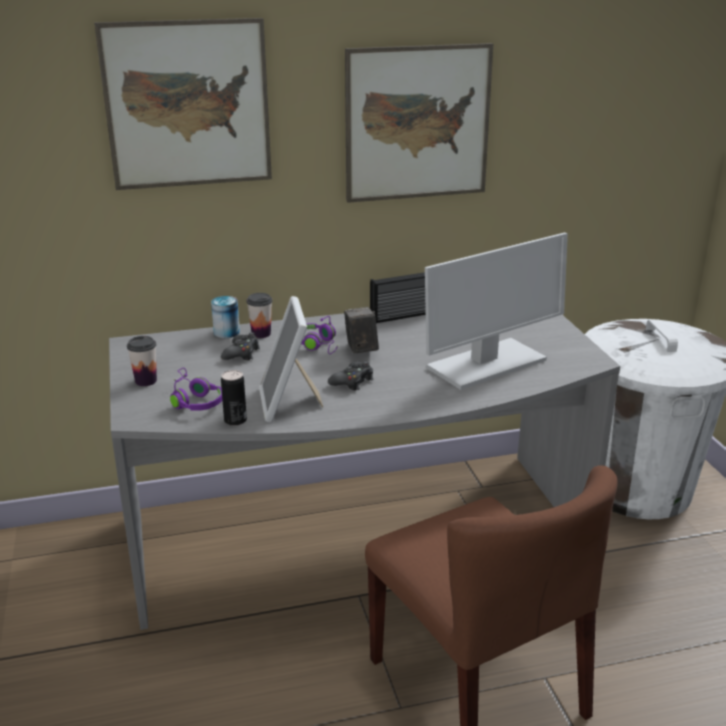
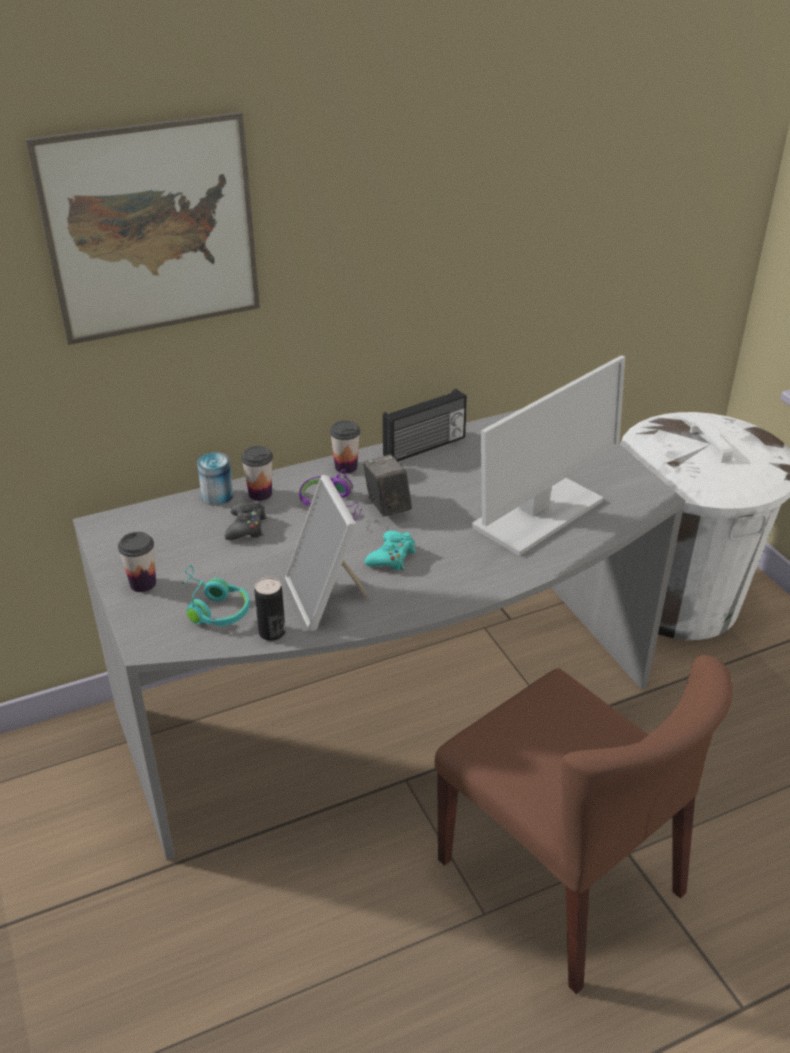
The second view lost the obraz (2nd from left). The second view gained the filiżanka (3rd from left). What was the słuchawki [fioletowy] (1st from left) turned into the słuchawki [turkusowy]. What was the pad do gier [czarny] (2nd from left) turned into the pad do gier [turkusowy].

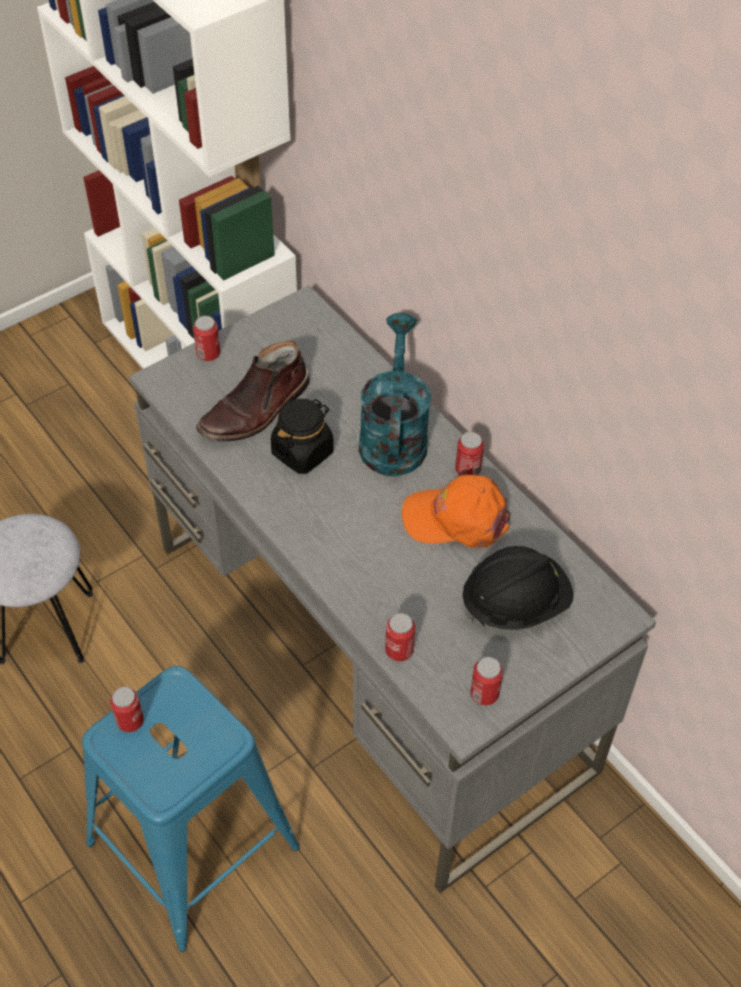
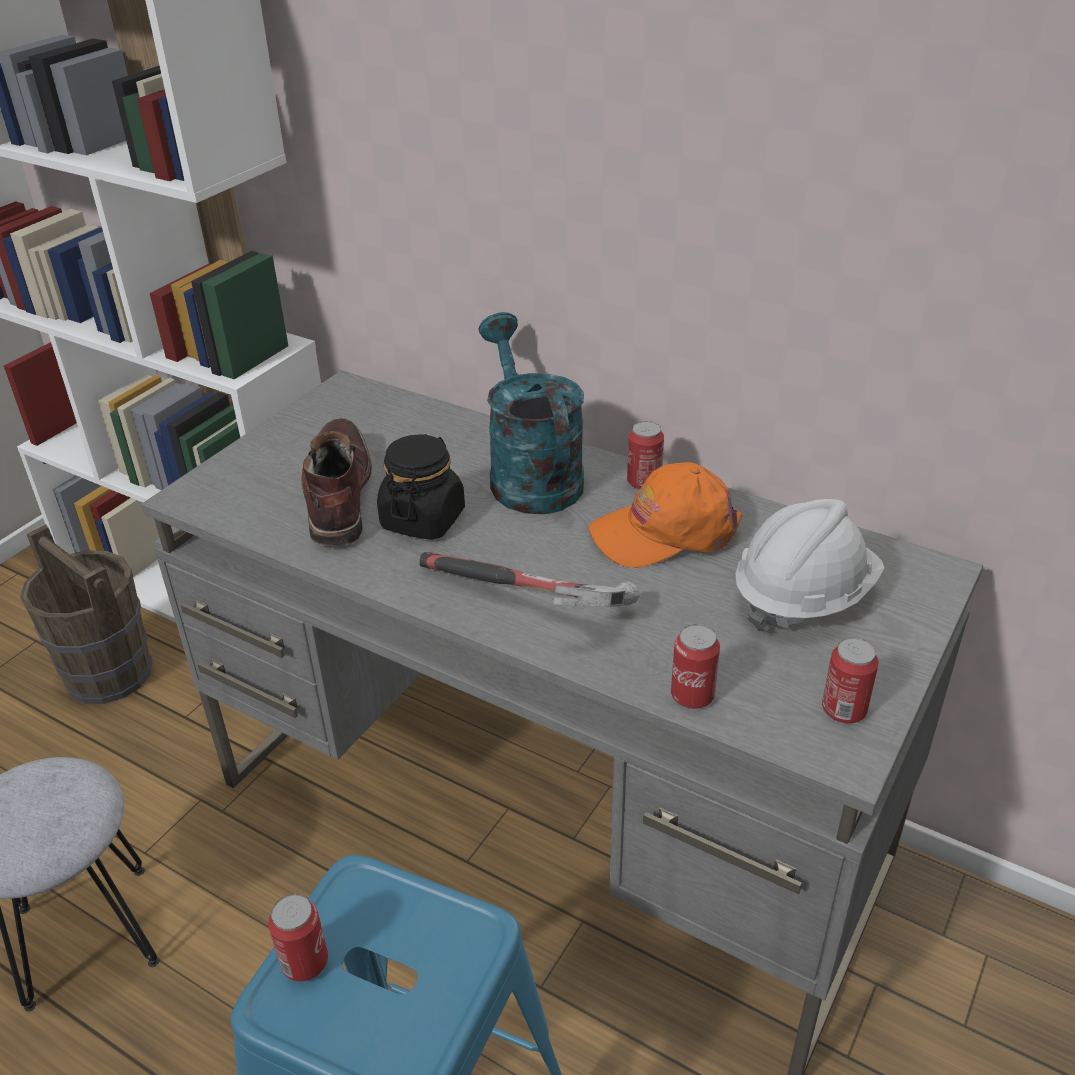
The second view lost the puszka (2nd from left). The second view gained the wiadro [brązowy]. The second view gained the młotek. What was the kask [czarny] turned into the kask [biały]. The but z cholewką [brązowy] ended up facing another way, 150 degrees clockwise from before.

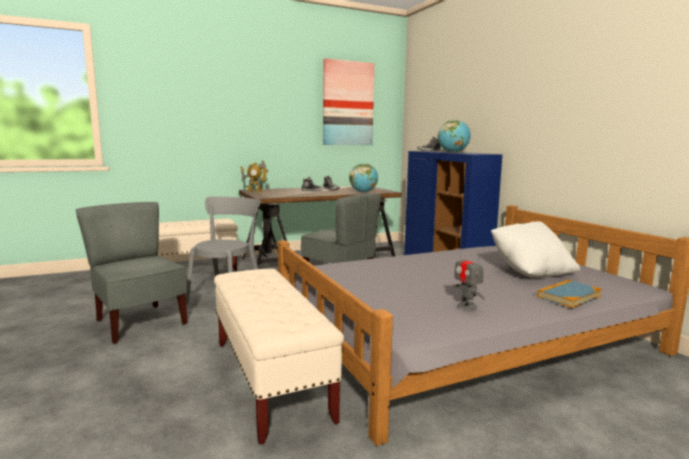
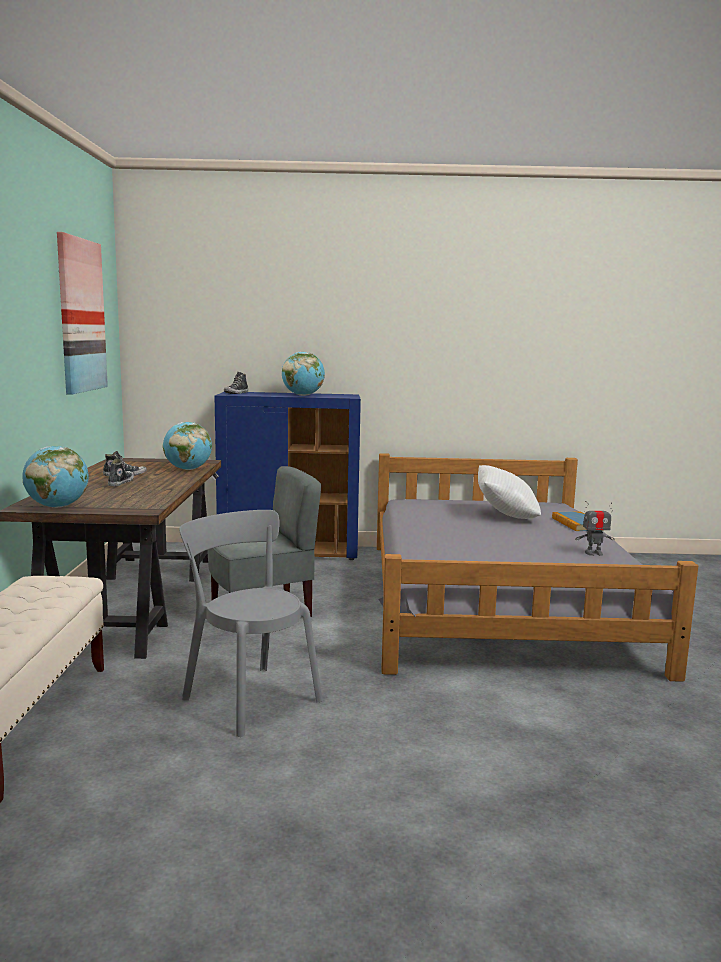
The second view lost the krzesło [szary] (1st from left). The second view lost the ławka [beżowy] (2nd from left). Where the robot zabawkowy (1st from left) stood, the globus (1st from left) came to stand.

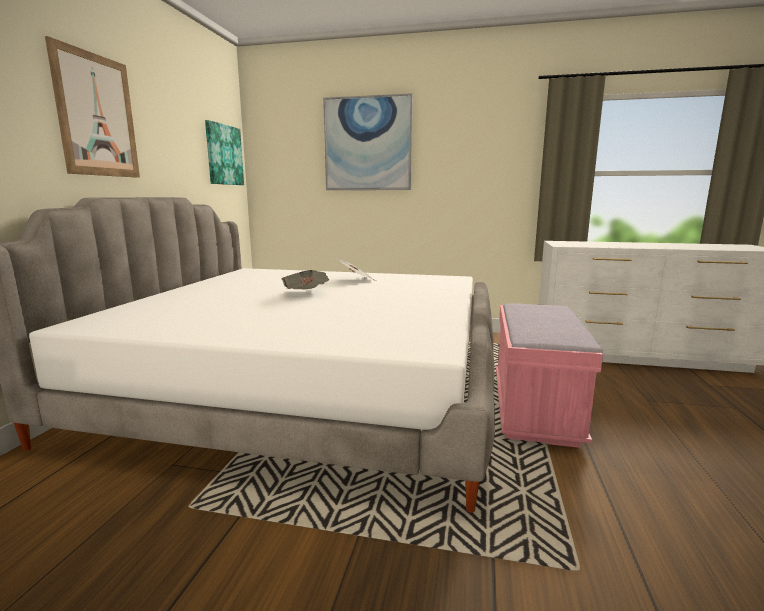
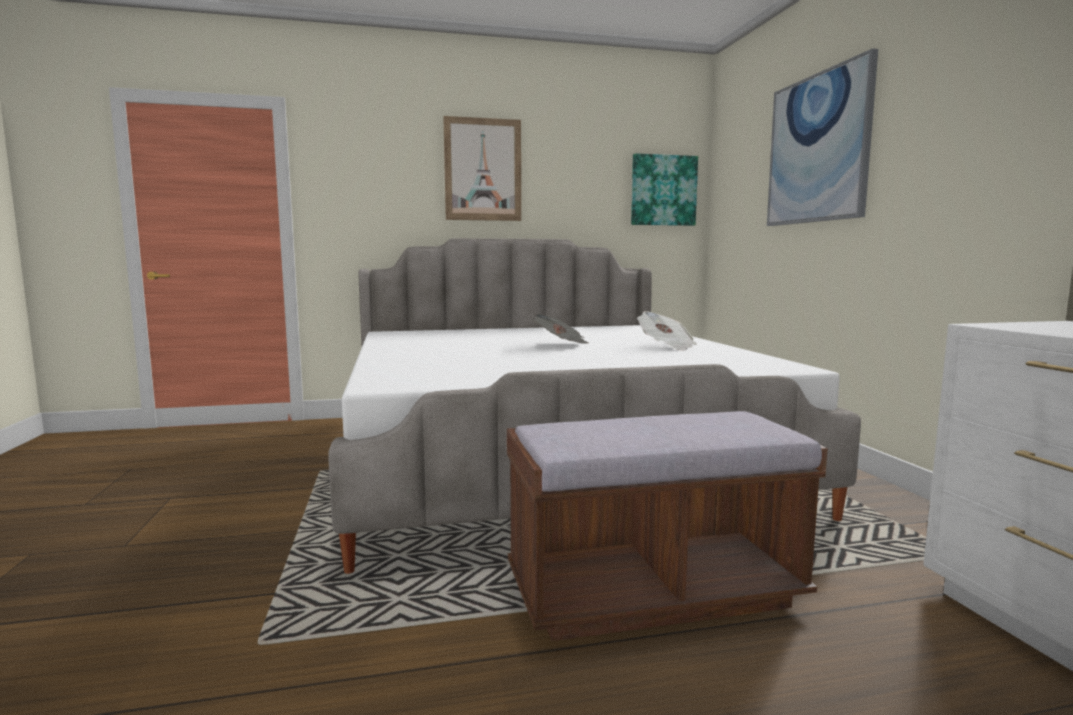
What was the ławka [różowy] turned into the ławka [brązowy].

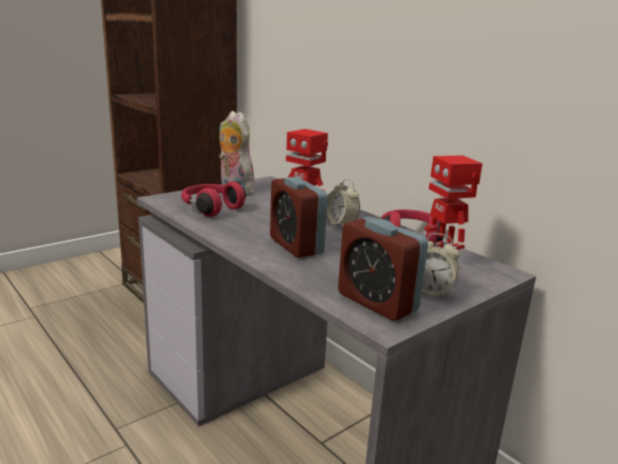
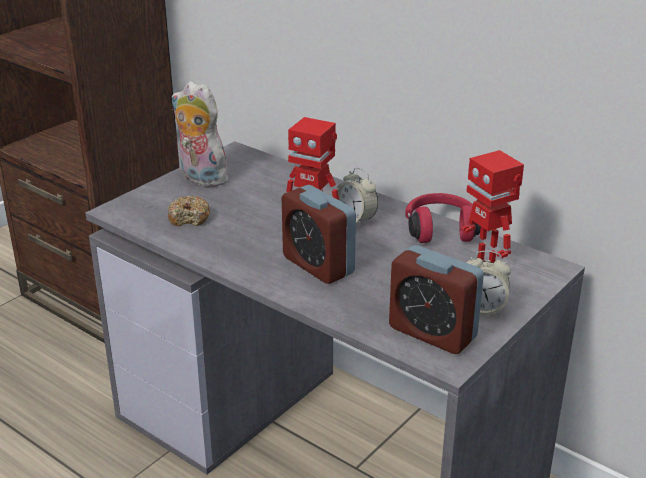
Where the słuchawki [czerwony] (1st from left) stood, the donut came to stand.

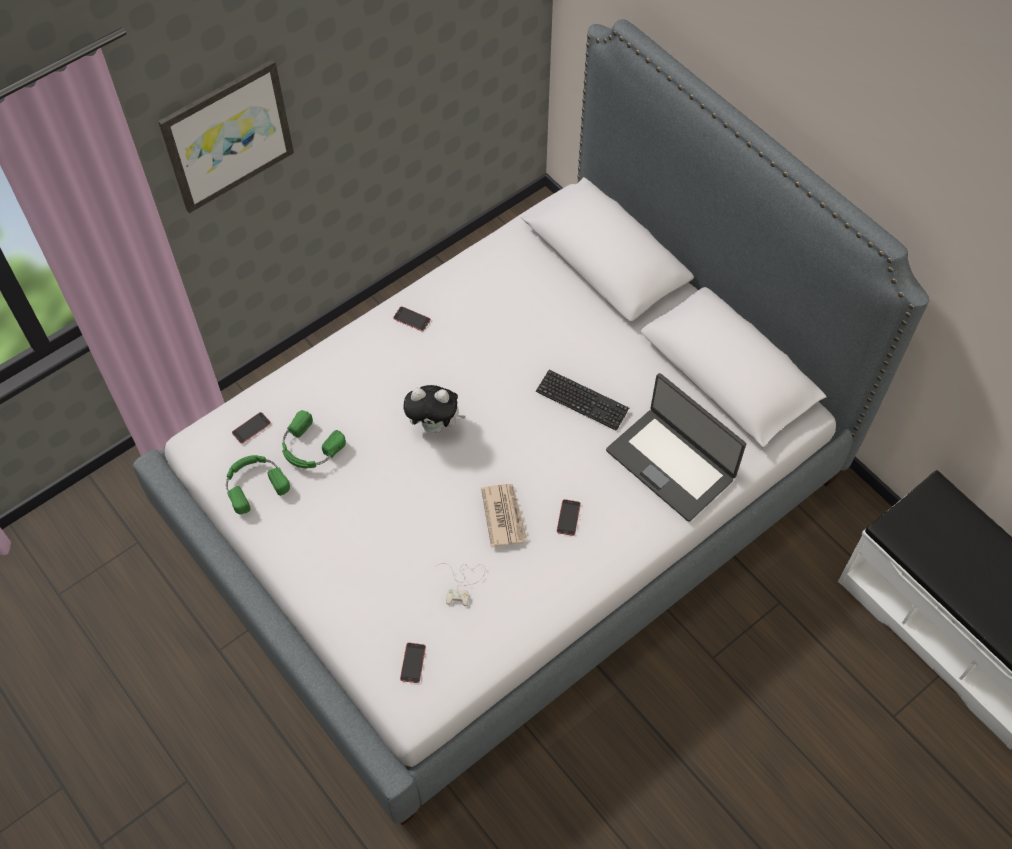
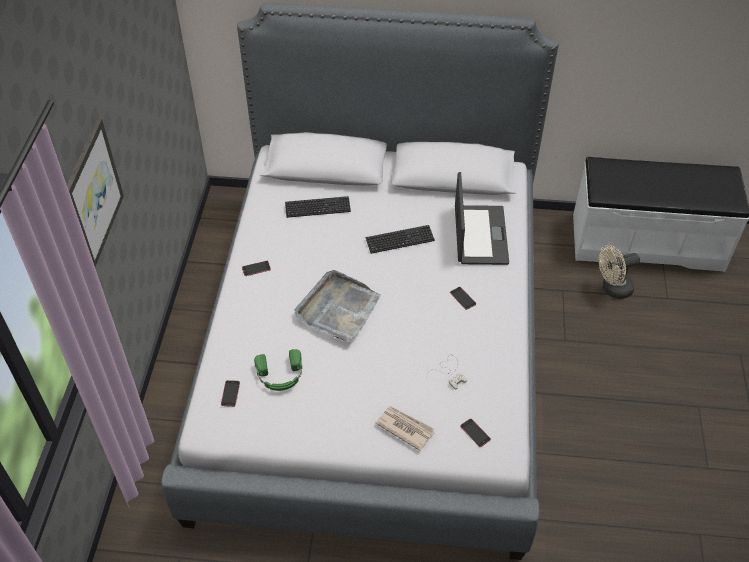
The second view lost the słuchawki [zielony] (1st from left). The second view gained the klawiatura (1st from left). The second view gained the wentylator [beżowy]. The gazeta ended up elsewhere. Where the pluszak stood, the taca [szary] came to stand. The laptop ended up facing another way, 90 degrees counterclockwise from before.

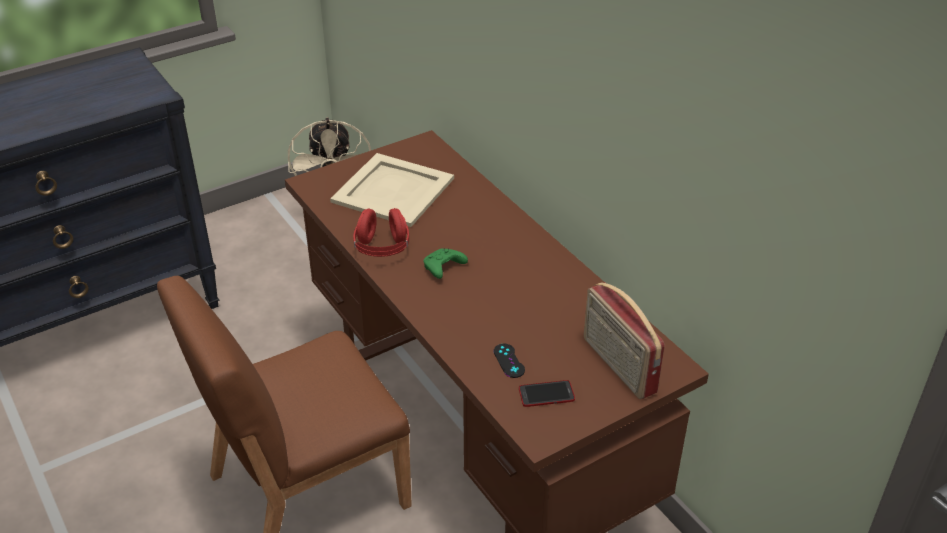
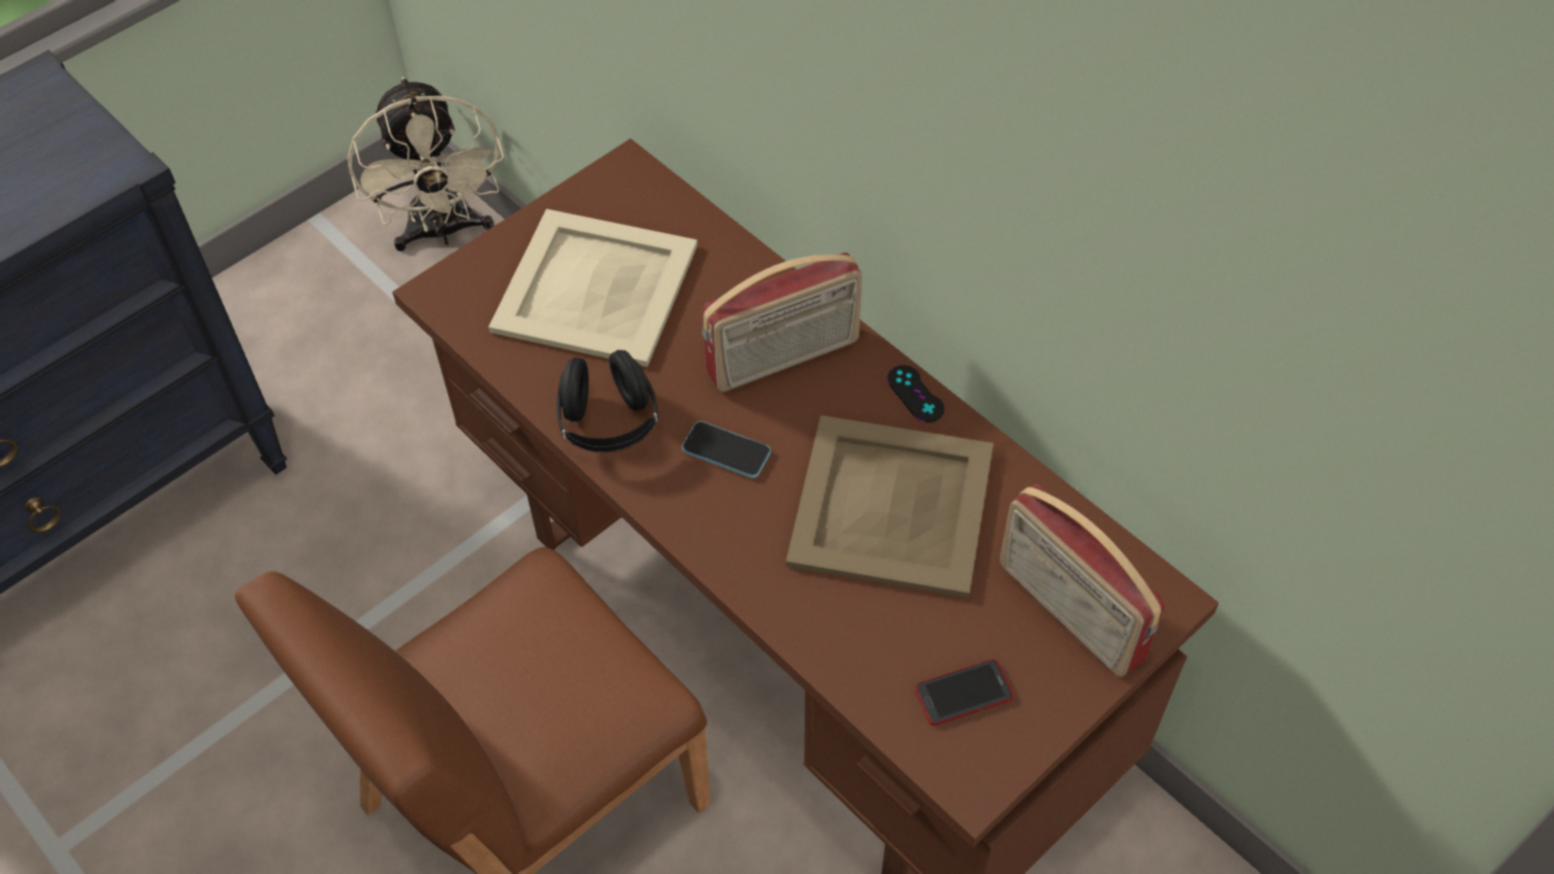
The second view gained the radio (1st from left). The second view gained the taca [beżowy] (2nd from left). The pad do gier [czarny] ended up elsewhere. Where the pad do gier [zielony] stood, the telefon (1st from left) came to stand. What was the słuchawki [czerwony] turned into the słuchawki [czarny].

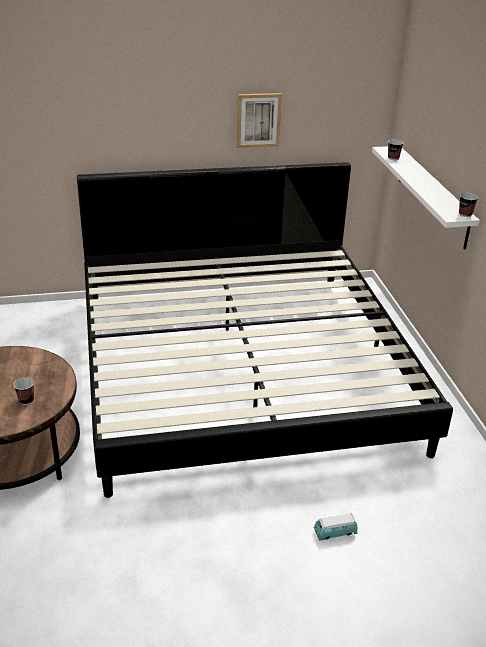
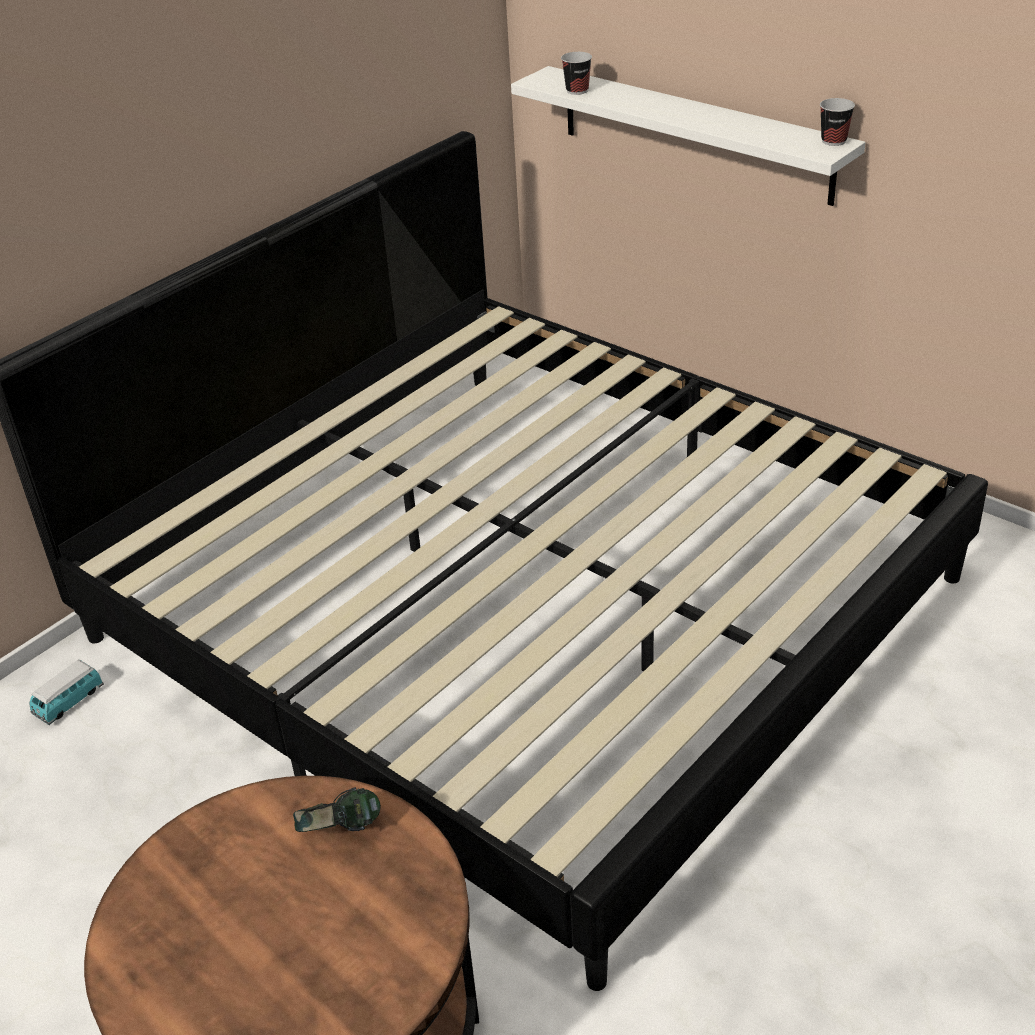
The second view lost the filiżanka (1st from left). The second view lost the obraz. The second view gained the słuchawki. The samochodzik ended up elsewhere.

